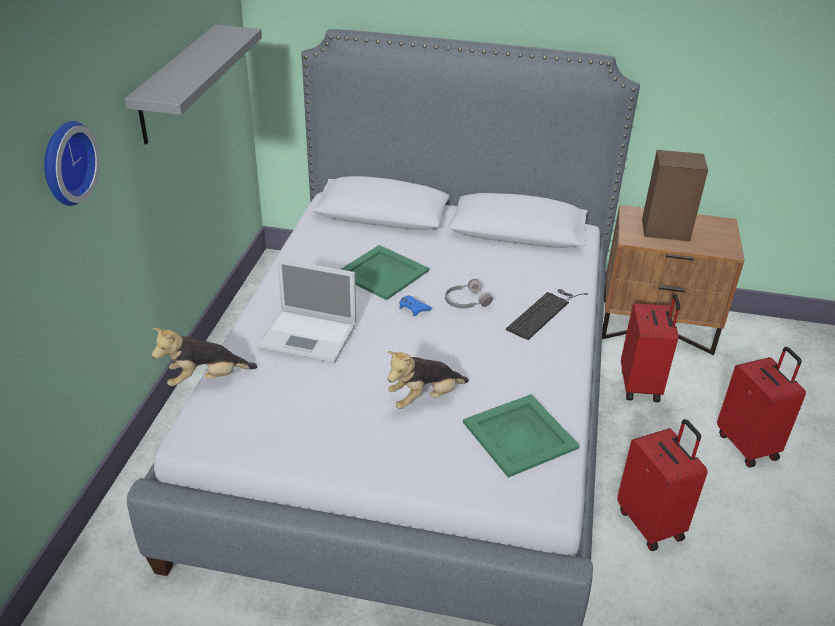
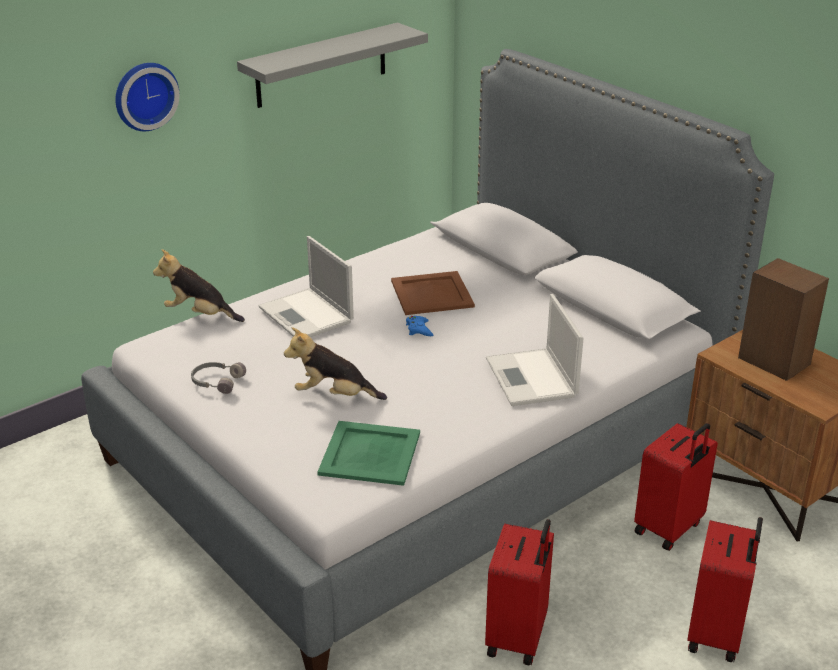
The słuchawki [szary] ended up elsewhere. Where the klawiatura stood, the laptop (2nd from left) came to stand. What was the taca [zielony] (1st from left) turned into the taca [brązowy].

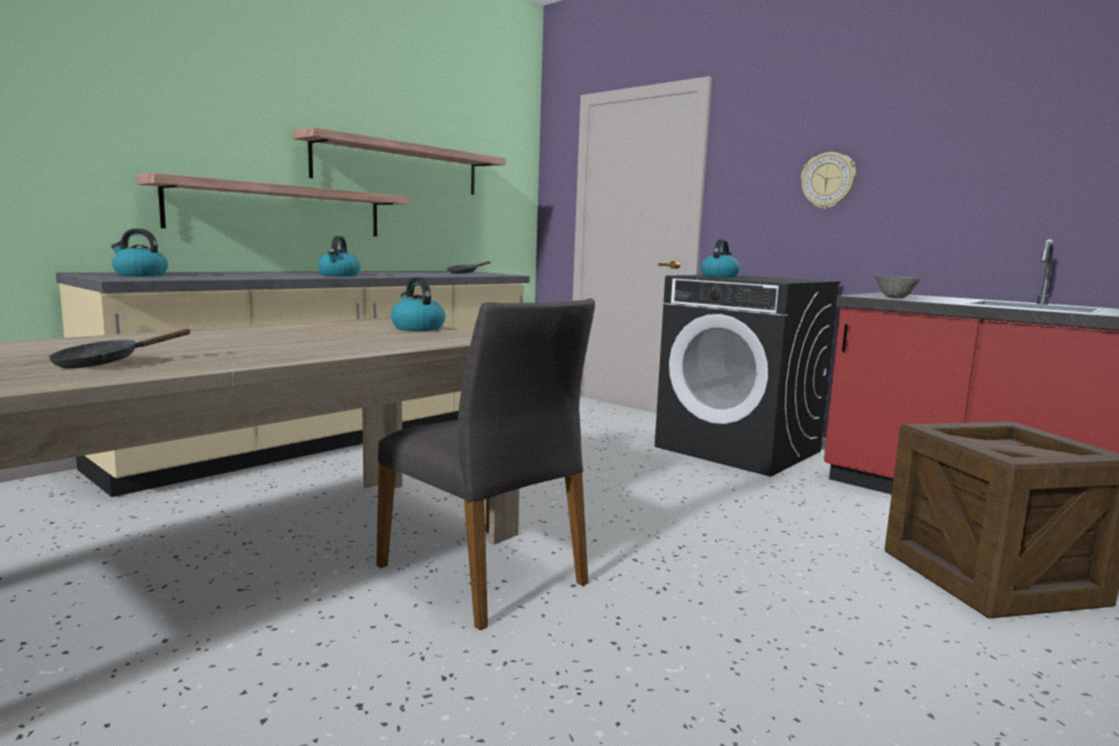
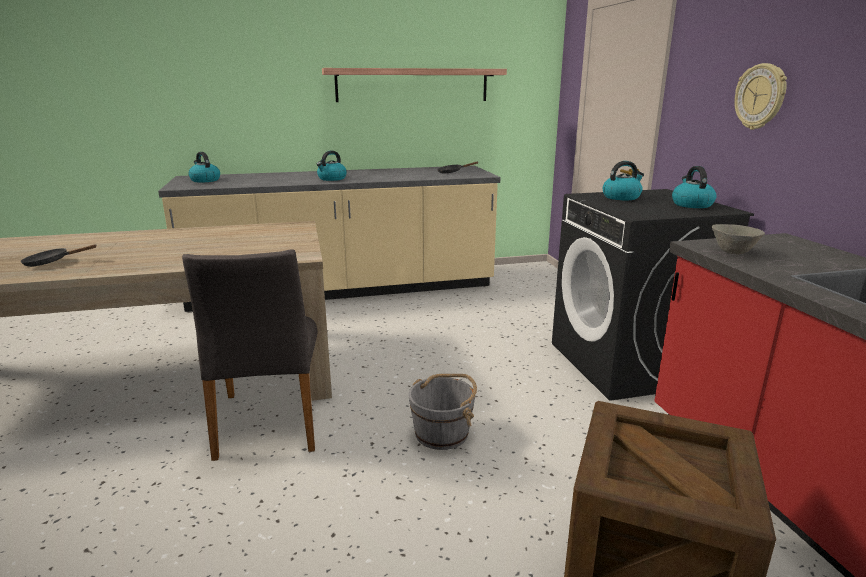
The second view lost the półka (1st from left). The second view gained the wiadro [szary]. The czajnik (3rd from left in the first image) ended up elsewhere.

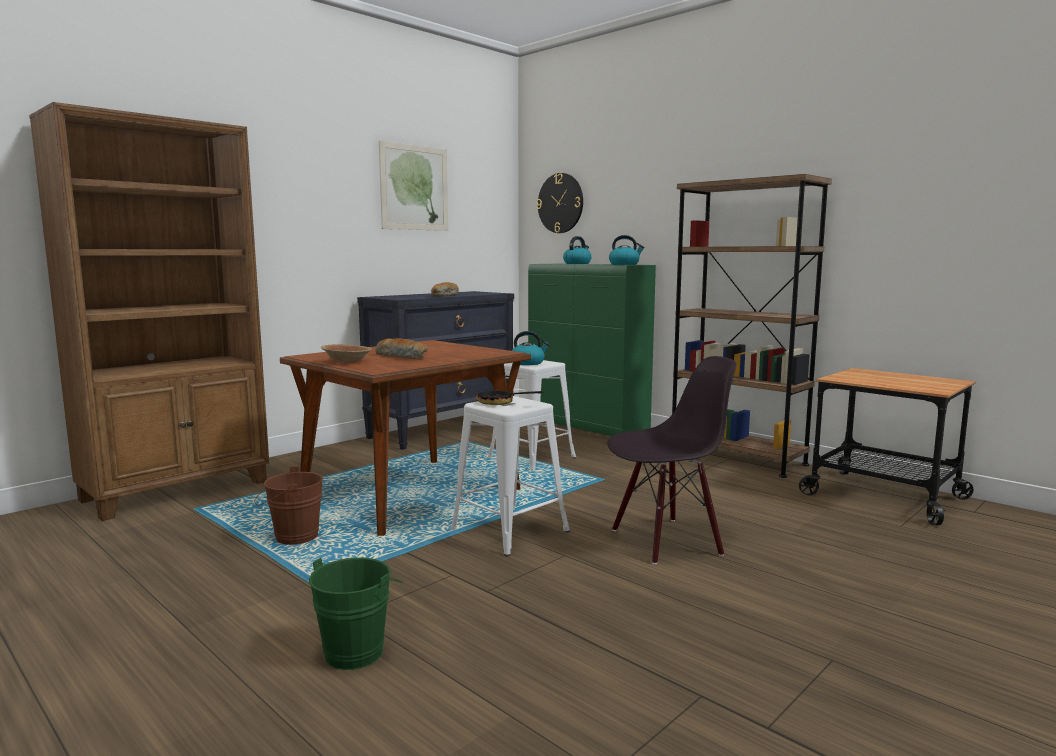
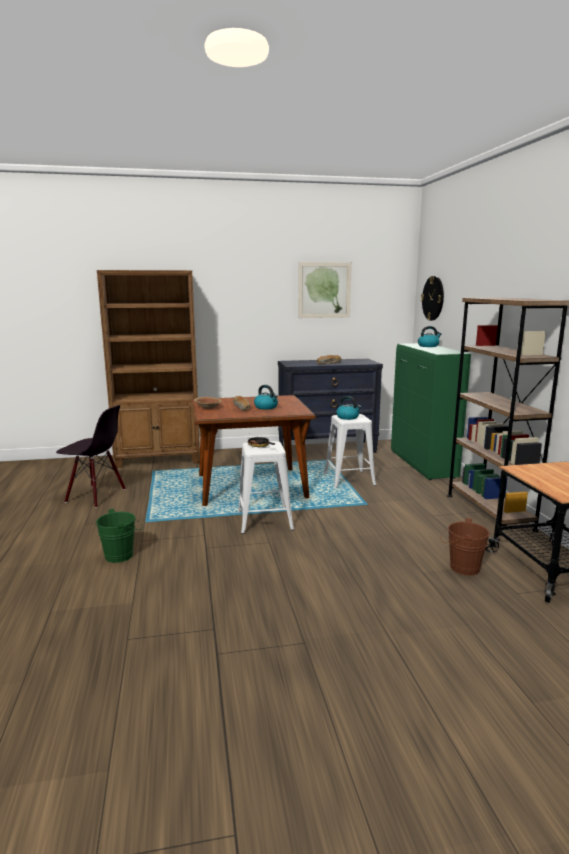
The wiadro [brązowy] ended up elsewhere. The krzesło [czarny] ended up elsewhere. The czajnik (3rd from left in the first image) ended up elsewhere.

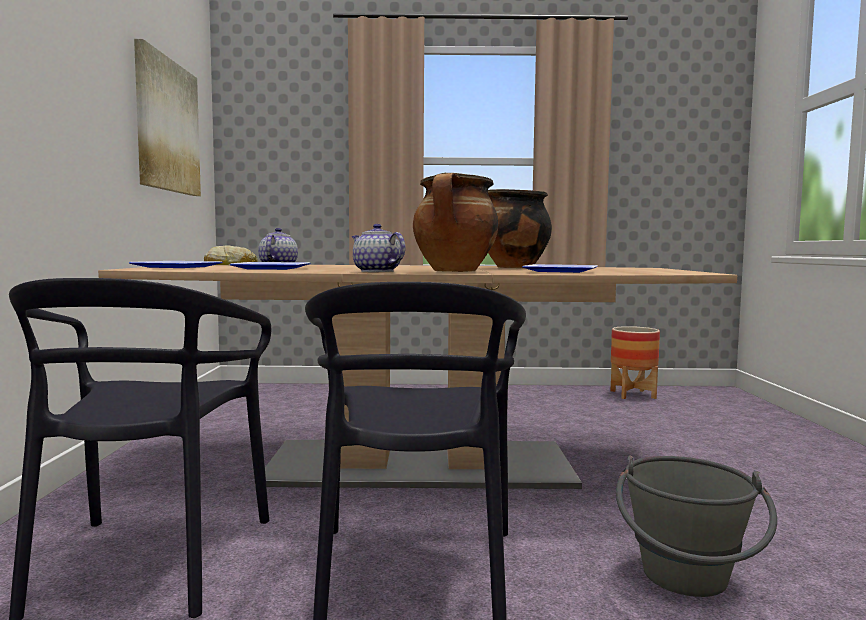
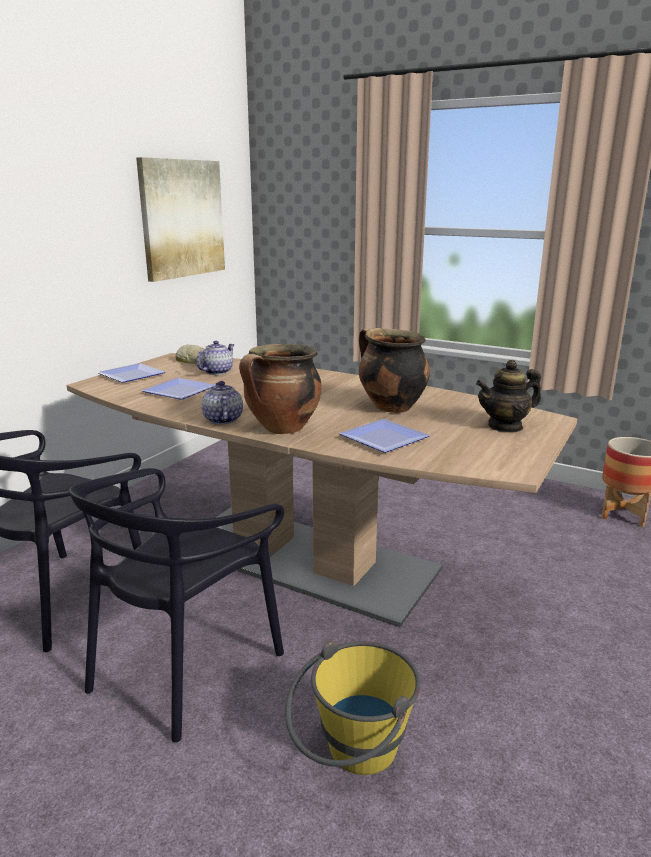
The second view gained the imbryk (3rd from left). What was the wiadro [szary] turned into the wiadro [żółty].

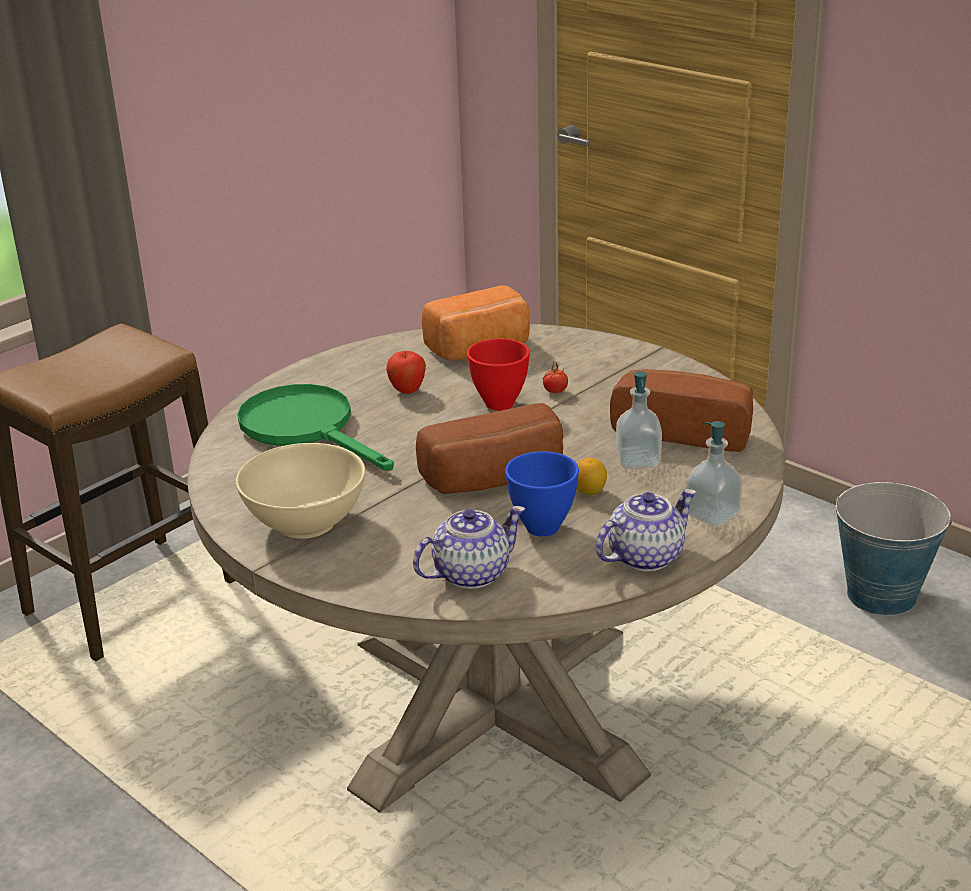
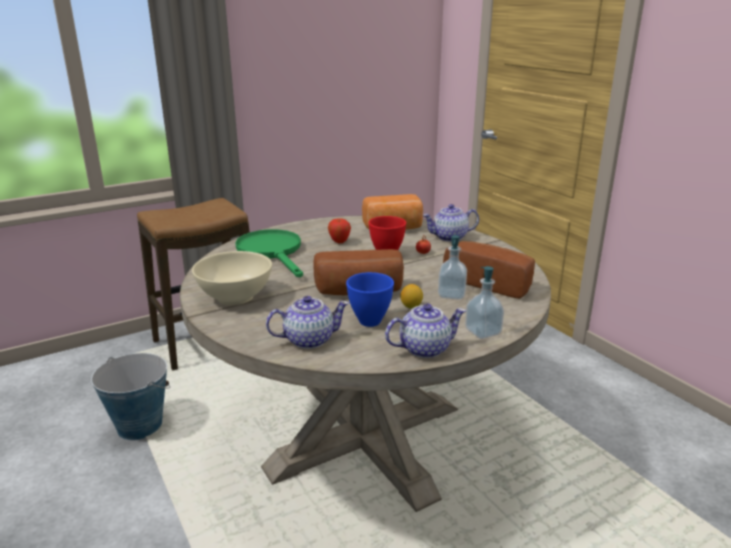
The second view gained the imbryk (3rd from left). The wiadro ended up elsewhere.

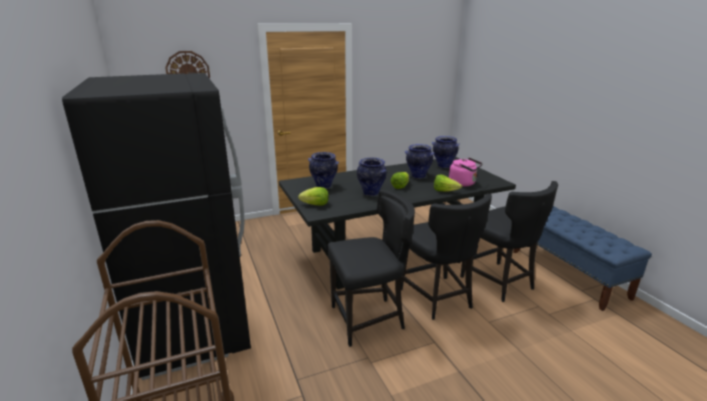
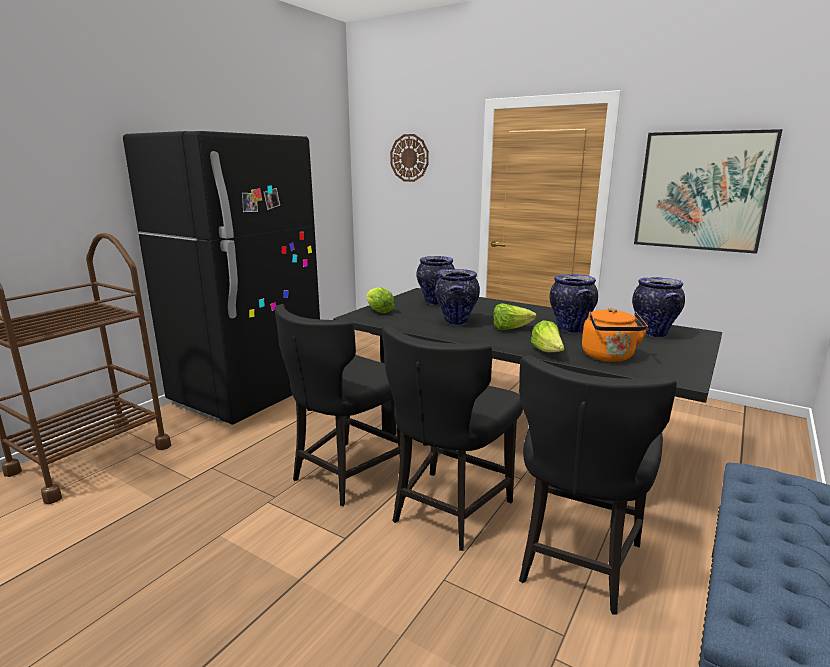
The second view gained the obraz. What was the czajnik [różowy] turned into the czajnik [pomarańczowy]. The krzesło [czarny] (1st from left) ended up facing another way, 90 degrees clockwise from before.

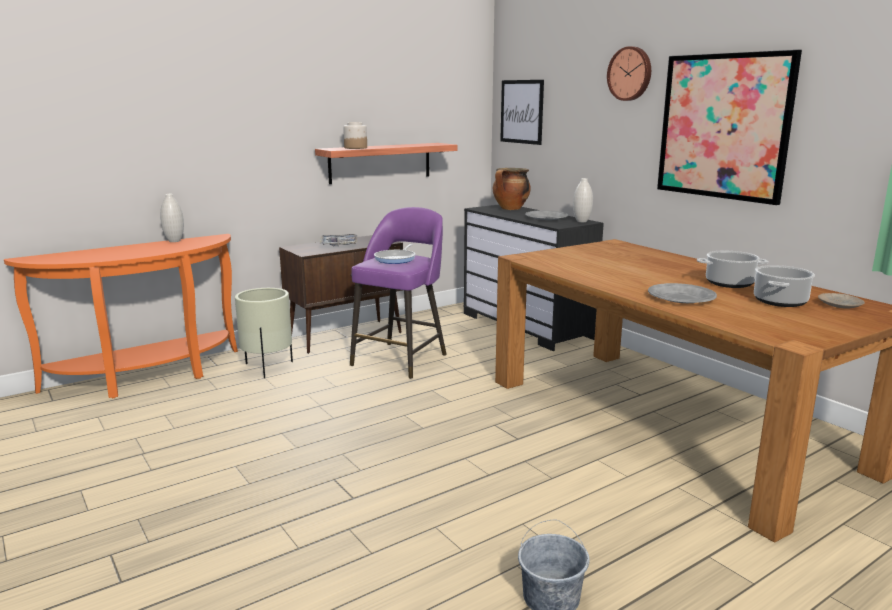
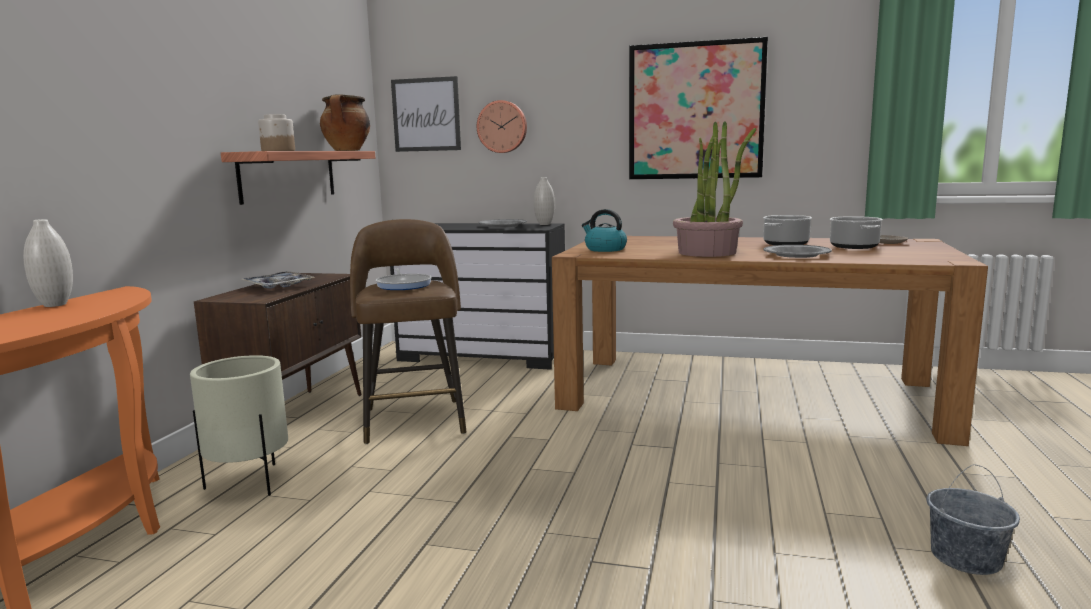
The second view gained the czajnik. The second view gained the roślina doniczkowa. The garnek (1st from left) ended up elsewhere. The zegar ścienny ended up elsewhere. What was the stołek [fioletowy] turned into the stołek [brązowy].

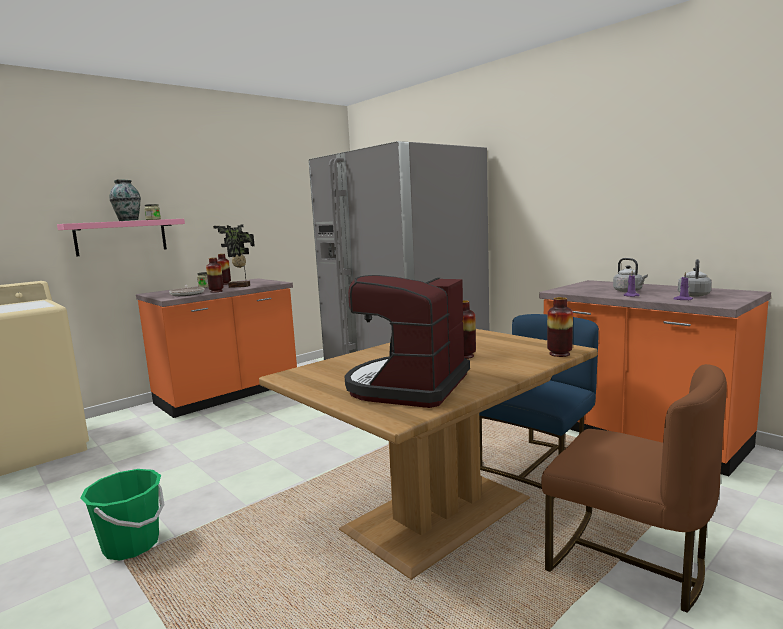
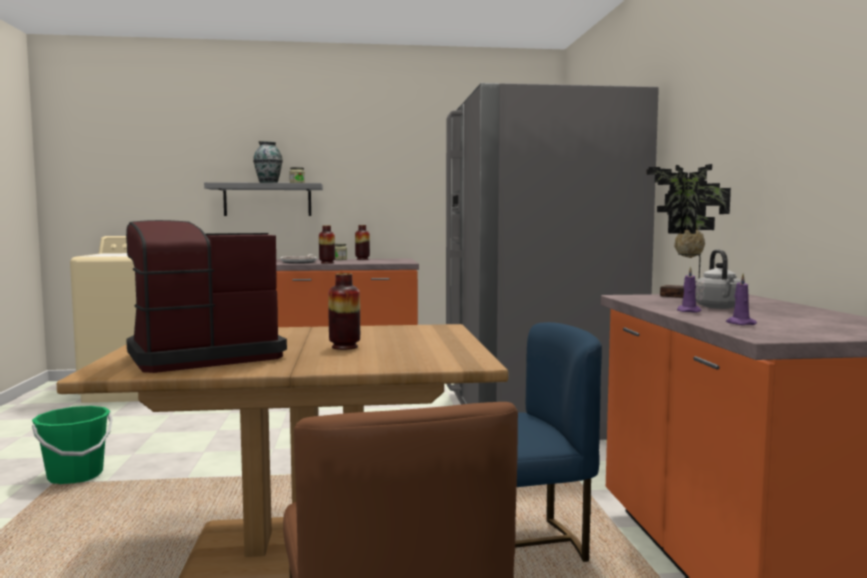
The second view lost the wazon (5th from left). The second view lost the czajnik [szary] (2nd from left). The roślina doniczkowa ended up elsewhere. What was the półka [różowy] turned into the półka [szary].

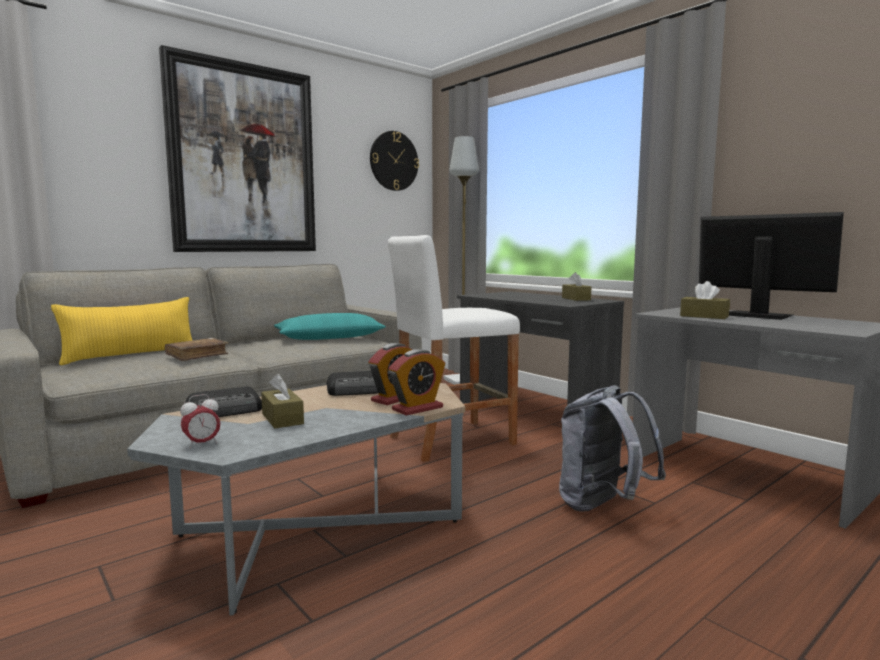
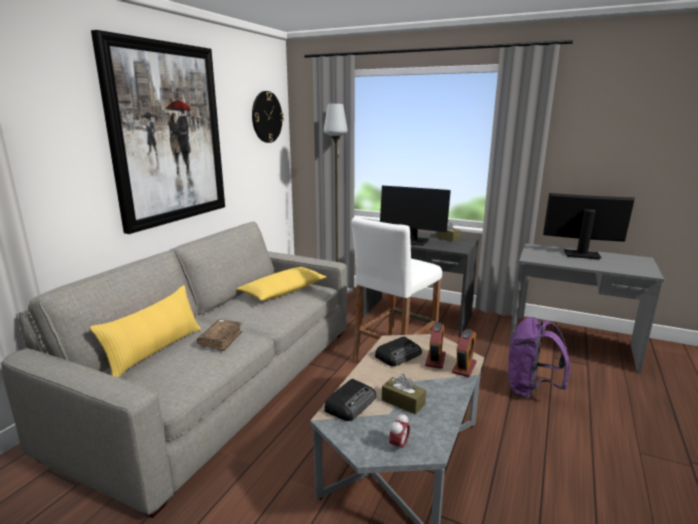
The second view lost the pudełko chusteczek [brązowy] (3rd from left). The second view gained the monitor (1st from left). What was the poduszka [turkusowy] turned into the poduszka [żółty] (2nd from left). What was the plecak [szary] turned into the plecak [fioletowy].

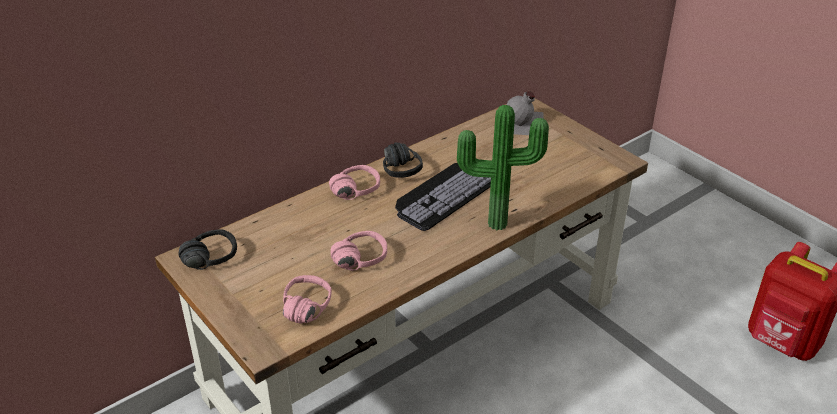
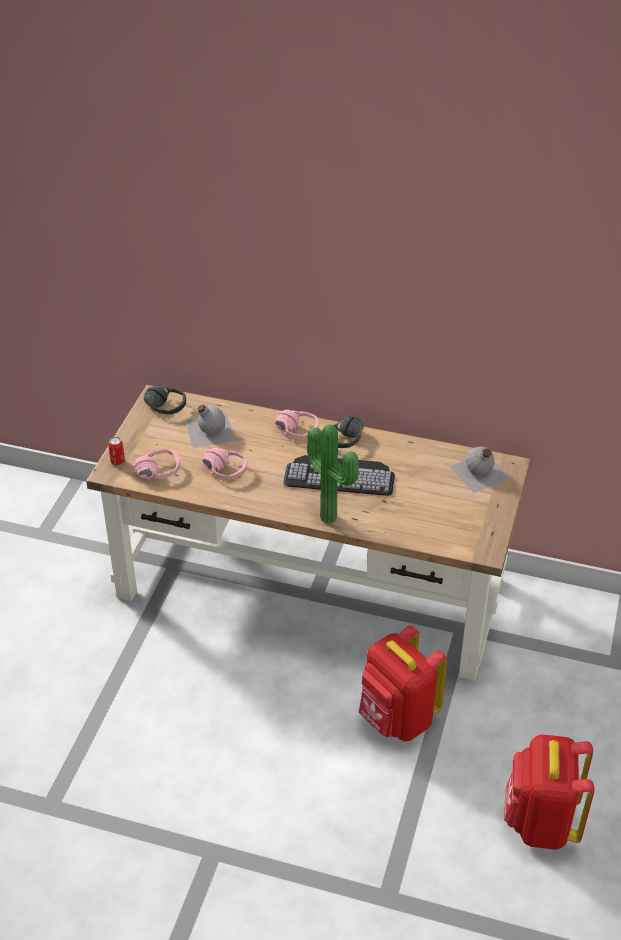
The second view gained the puszka. The second view gained the butelka [szary] (1st from left). The second view gained the plecak [czerwony] (1st from left).

